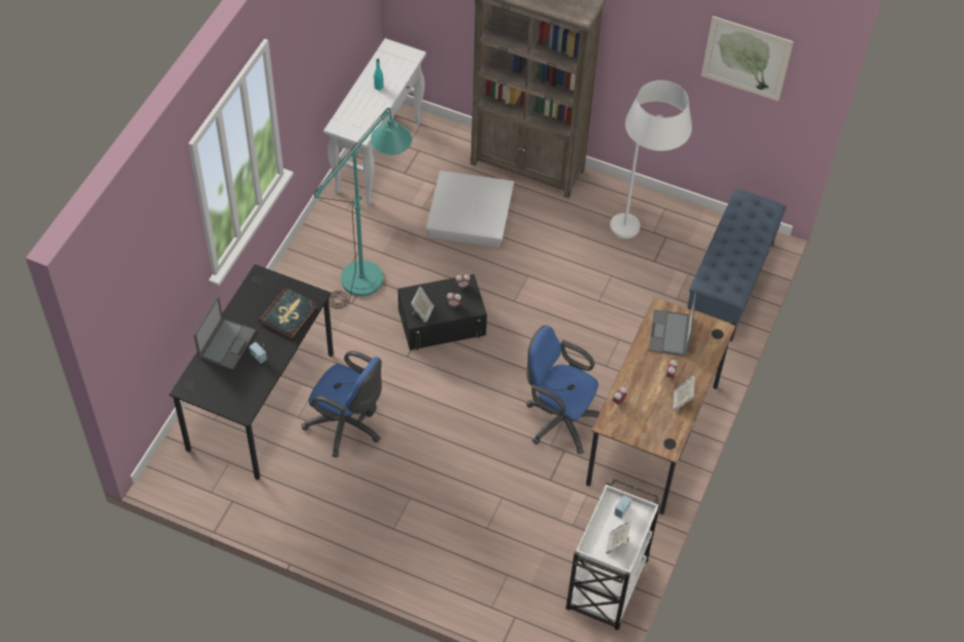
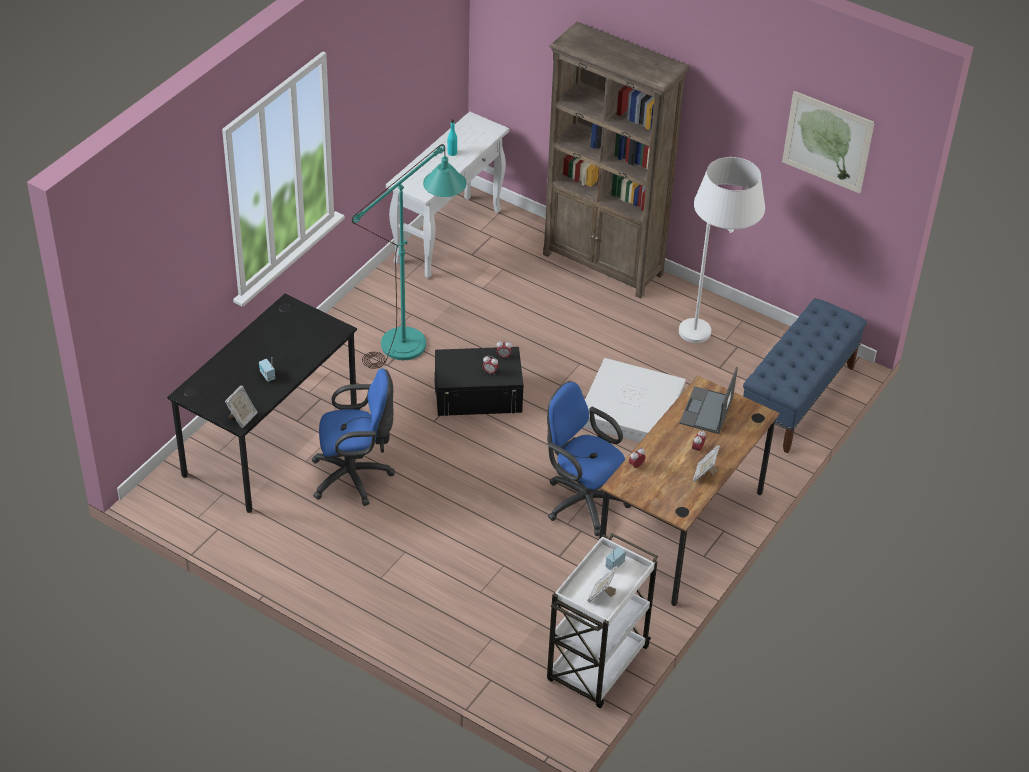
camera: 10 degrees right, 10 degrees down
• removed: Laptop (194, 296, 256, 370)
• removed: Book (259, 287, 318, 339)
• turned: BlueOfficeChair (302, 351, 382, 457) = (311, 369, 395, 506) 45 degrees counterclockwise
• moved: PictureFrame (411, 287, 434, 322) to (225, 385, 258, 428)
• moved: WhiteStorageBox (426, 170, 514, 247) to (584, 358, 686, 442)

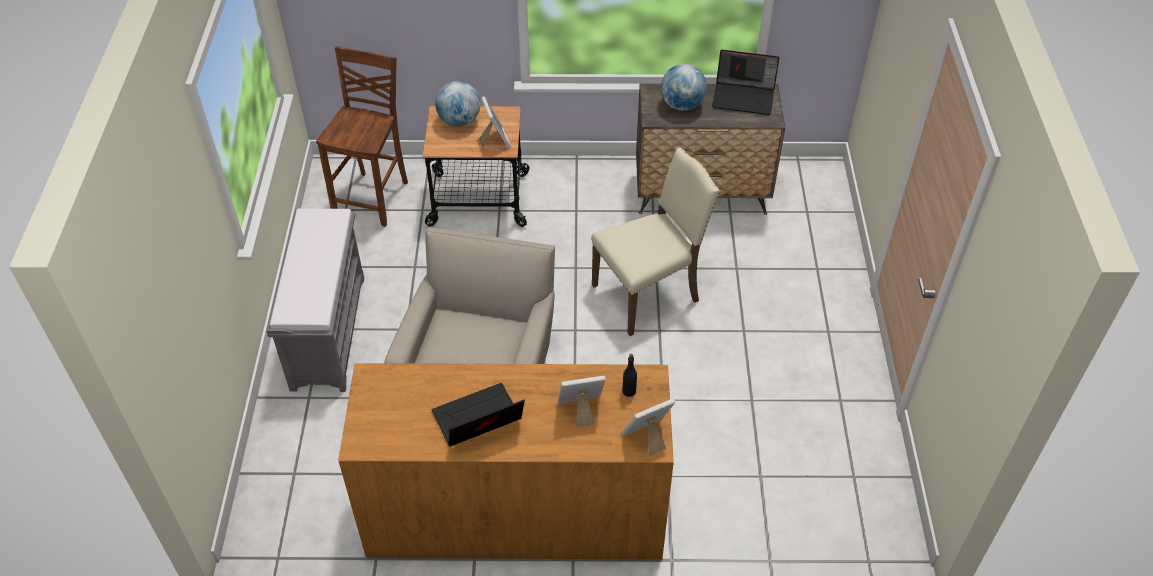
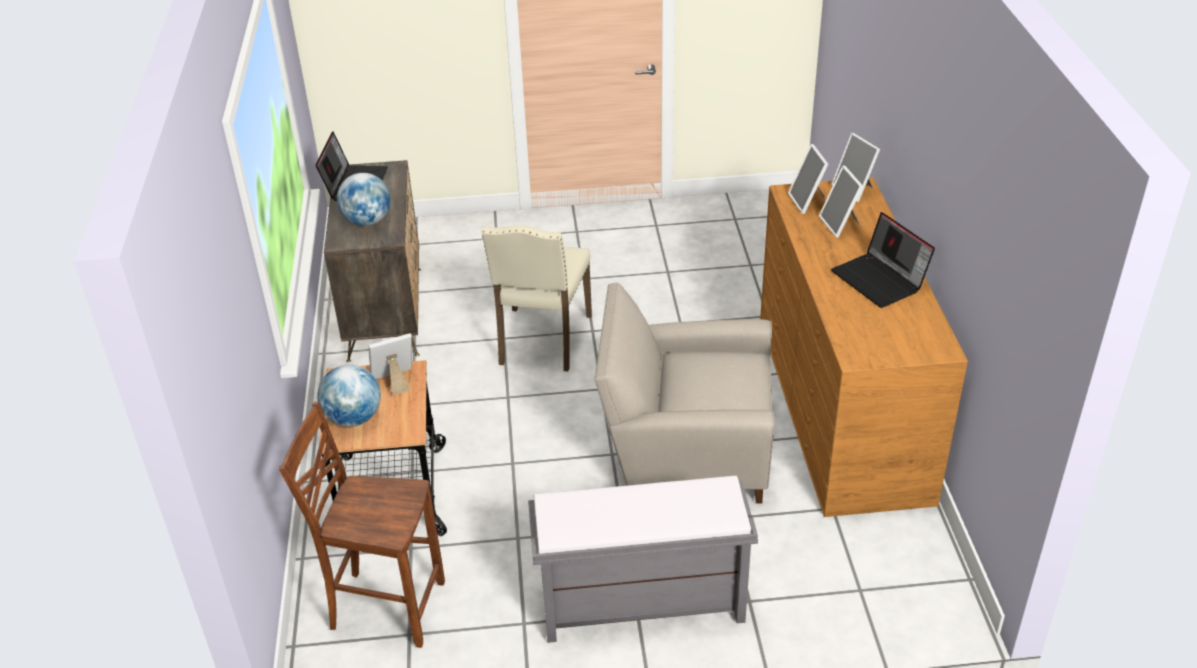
camera: 95 degrees left, 10 degrees down
• turned: BeigeChair (591, 148, 721, 336) = (481, 225, 592, 371) 135 degrees counterclockwise
• replaced: BlackBottle (622, 354, 637, 397) to PictureFrame (788, 144, 829, 214)

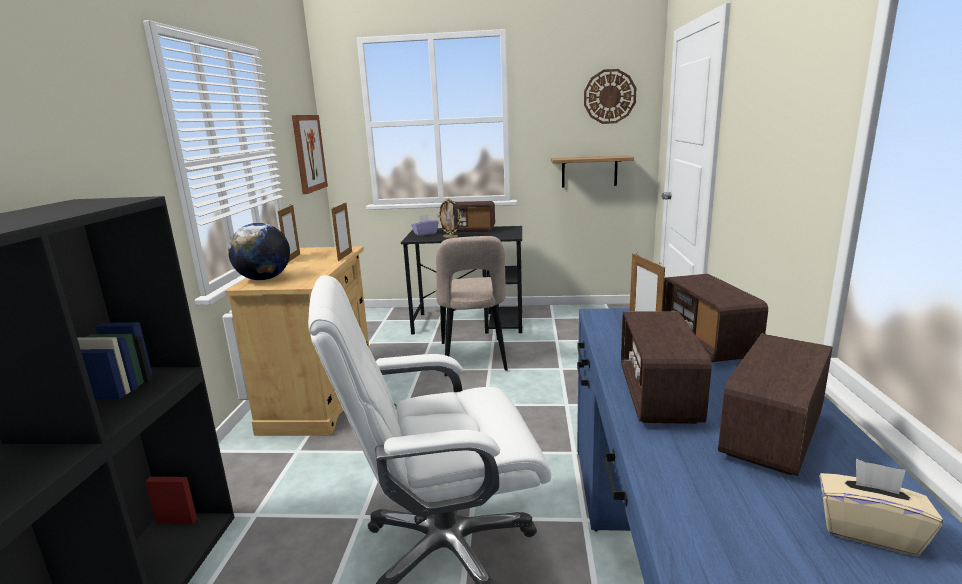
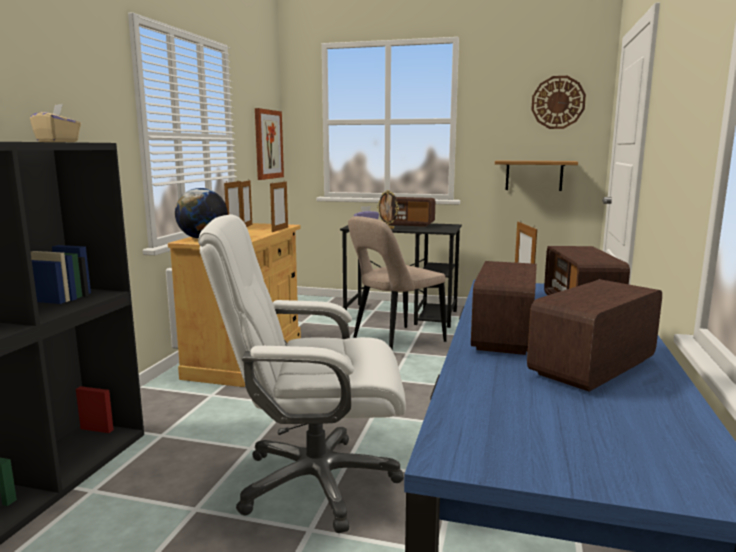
camera: 10 degrees right, 5 degrees down
• turned: BeigeChair (436, 236, 508, 376) = (348, 216, 447, 350) 45 degrees clockwise
• moved: BeigeTissueBox (819, 459, 943, 556) to (30, 104, 81, 142)
• added: PictureFrame (240, 180, 252, 227)

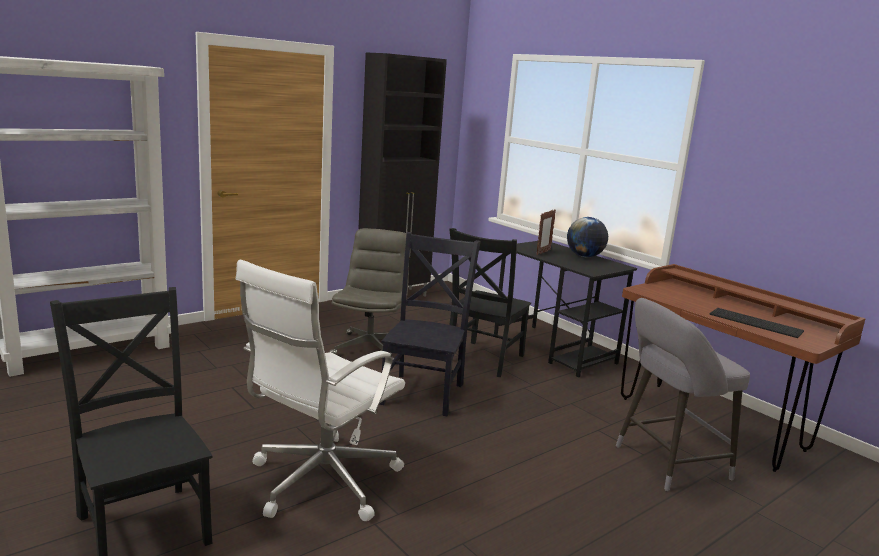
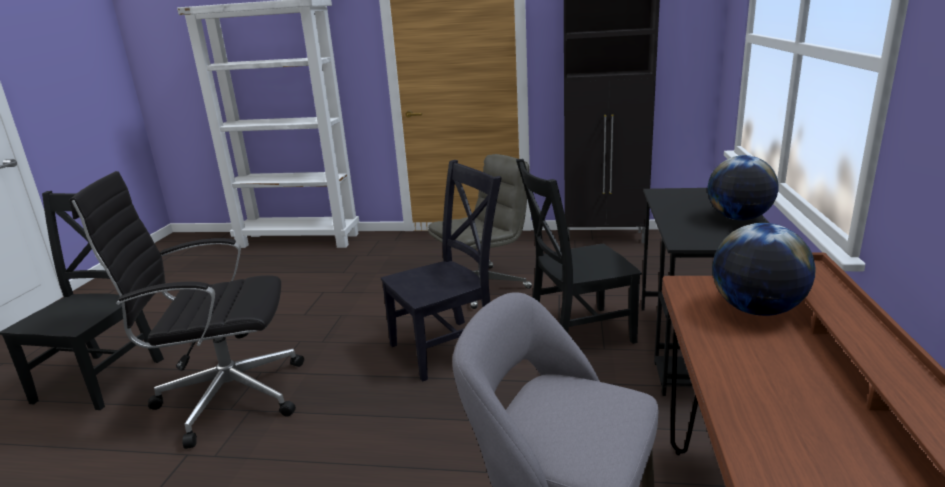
camera: 50 degrees right, 5 degrees up
• recoloured: WhiteOfficeChair (236, 260, 405, 521) to BlackOfficeChair (70, 171, 304, 449)
• removed: PictureFrame (536, 209, 556, 255)
• removed: Keyboard (710, 308, 804, 338)
• added: Globe (712, 223, 816, 316)

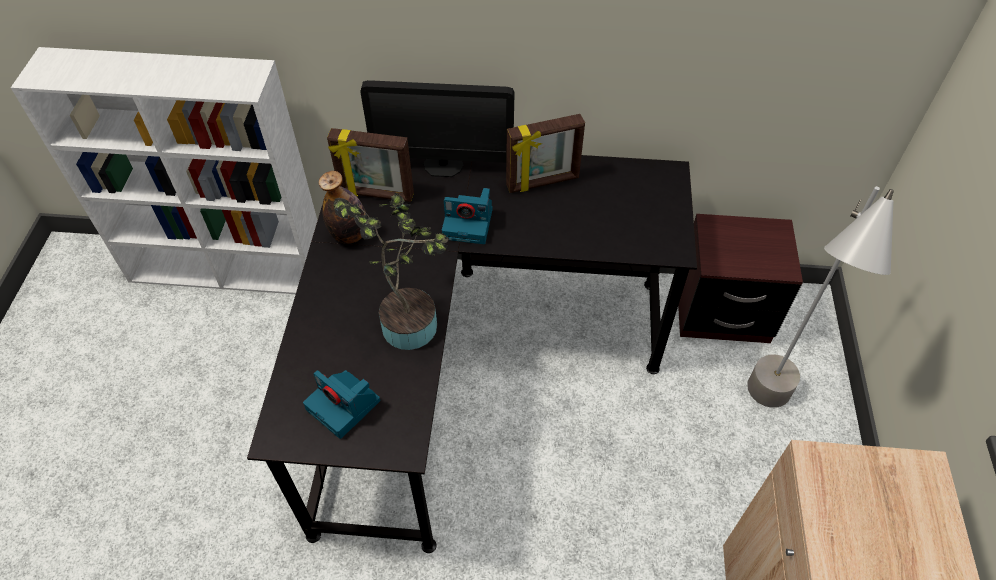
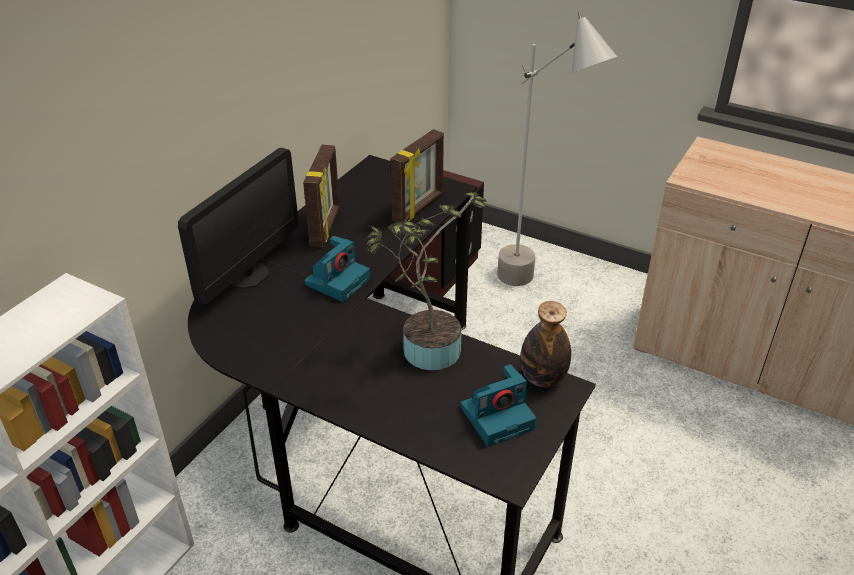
camera: 65 degrees left, 15 degrees down
• moved: Bottle (319, 171, 366, 244) to (521, 301, 571, 387)
• moved: PictureFrame (327, 128, 414, 202) to (390, 129, 444, 223)

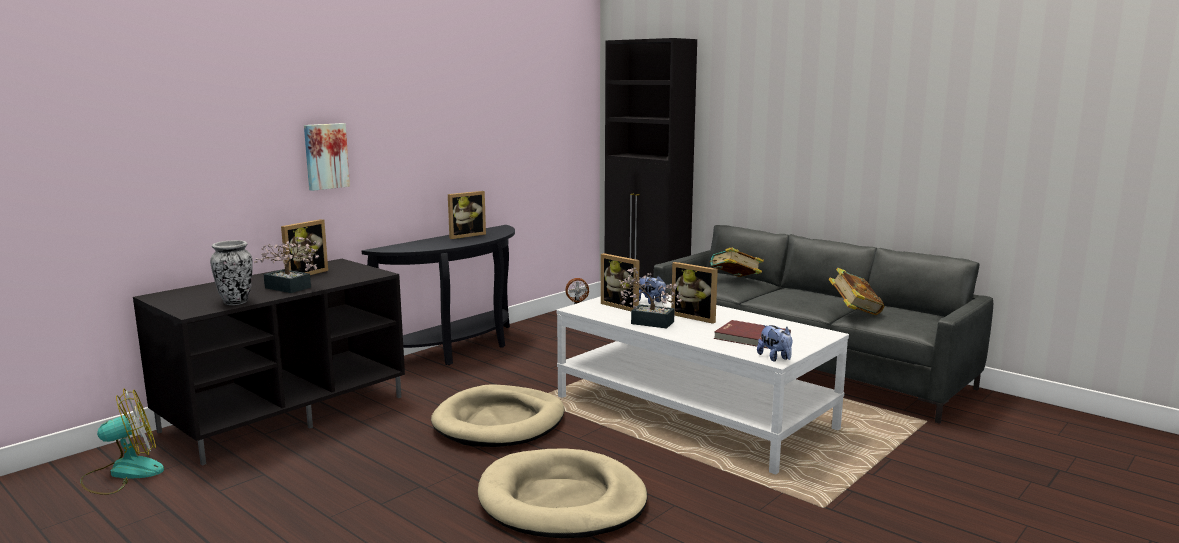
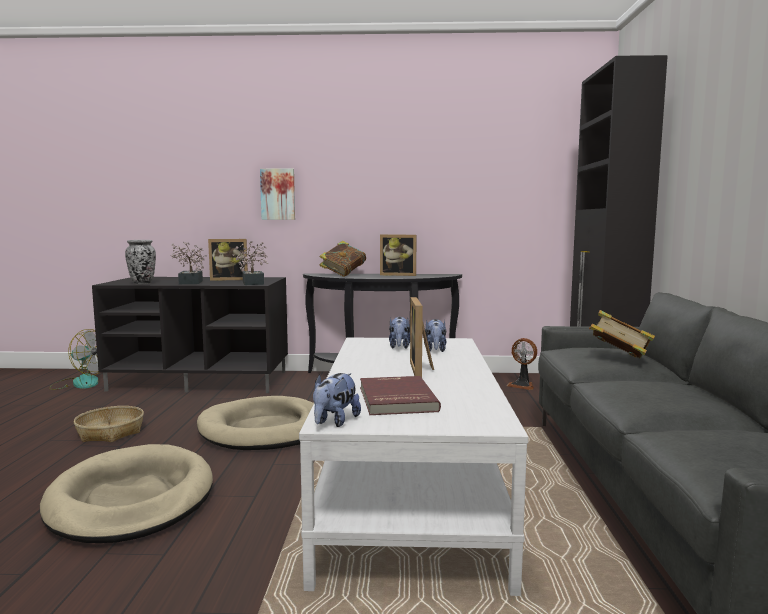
camera: 50 degrees right, 5 degrees down
• replaced: PictureFrame (601, 253, 639, 311) to PlushToy (389, 317, 410, 349)
• moved: PottedPlant (619, 267, 683, 328) to (233, 241, 268, 285)
• moved: Book (828, 268, 885, 315) to (319, 241, 366, 277)
• added: Basket (74, 406, 144, 442)

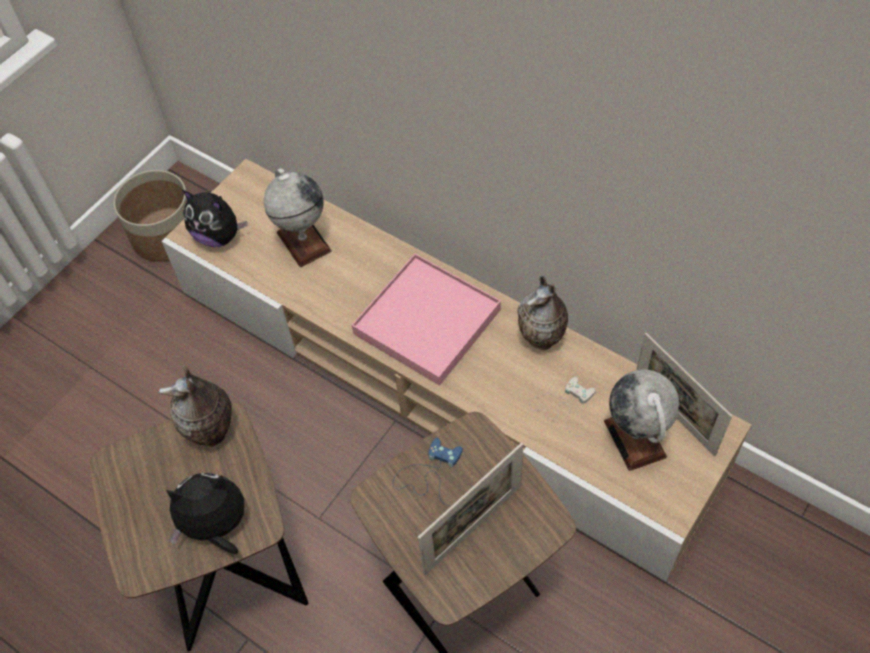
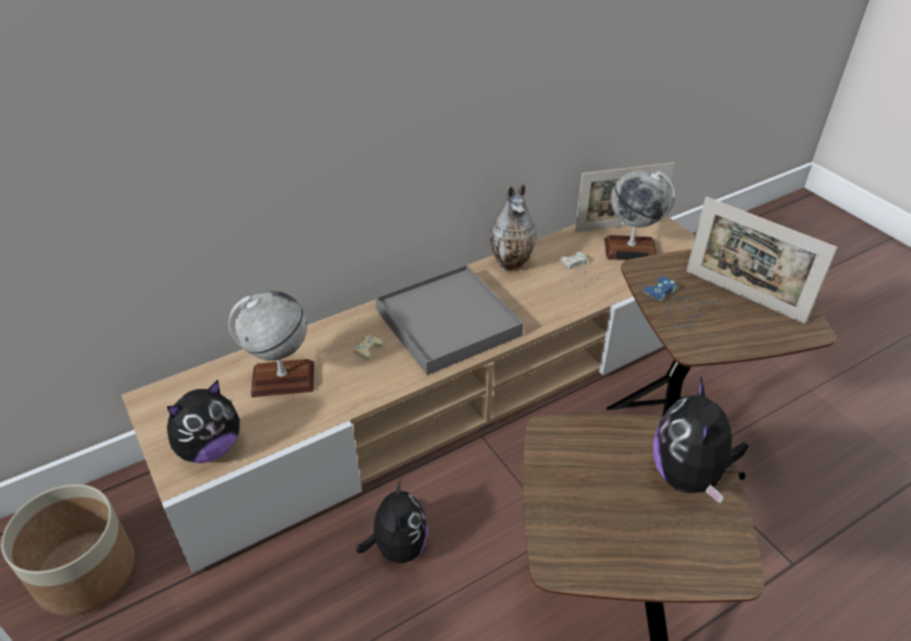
camera: 70 degrees left, 15 degrees down
• removed: Vase (159, 366, 232, 446)
• recoloured: PinkTray (352, 254, 501, 386) to GreyTray (375, 265, 523, 375)
• turned: PictureFrame (418, 443, 523, 575) = (686, 197, 838, 324) 150 degrees clockwise
• added: BeigeGameController (316, 315, 383, 359)
• added: PlushToy (356, 479, 428, 563)

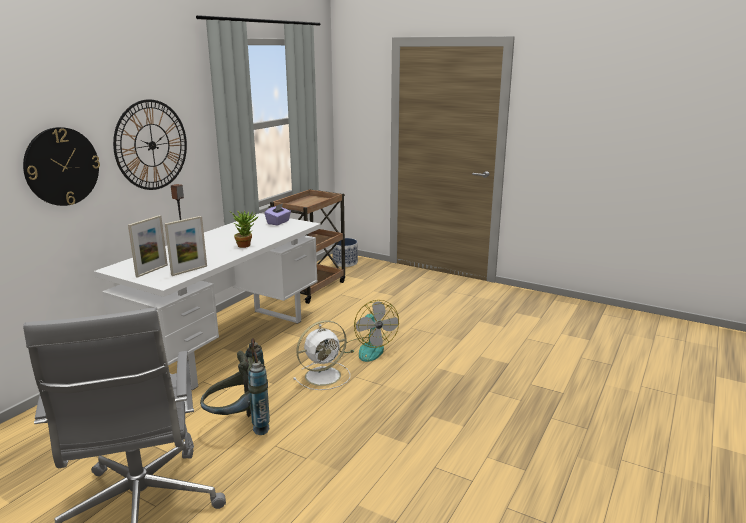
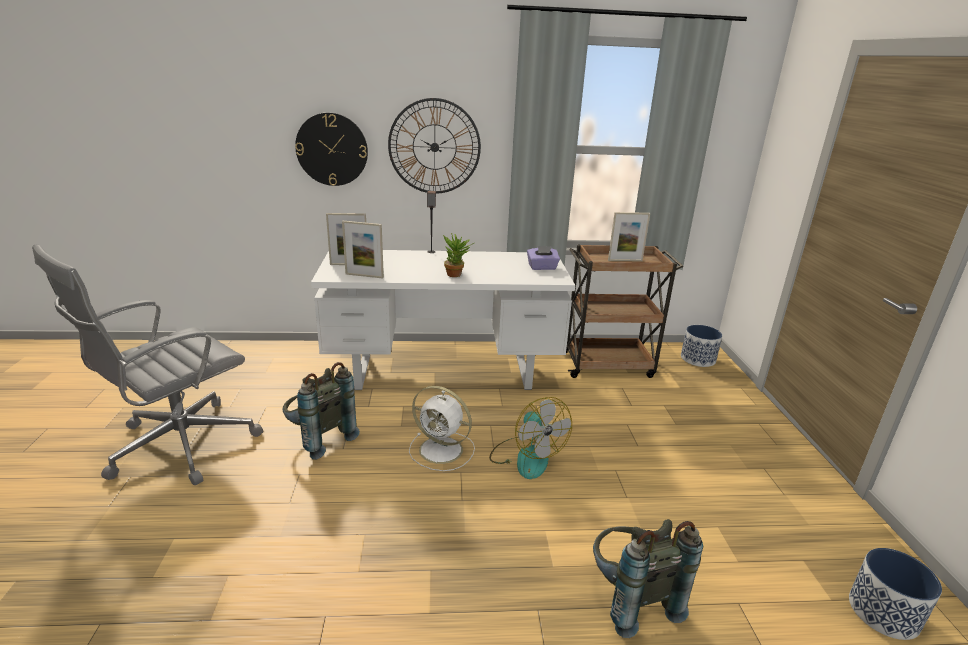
camera: 55 degrees right, 5 degrees up
• turned: Fan (339, 300, 399, 362) = (489, 397, 572, 479) 60 degrees counterclockwise
• added: GreyBackpack (593, 519, 703, 638)
• added: PictureFrame (608, 212, 650, 261)
• added: Planter (849, 548, 942, 640)

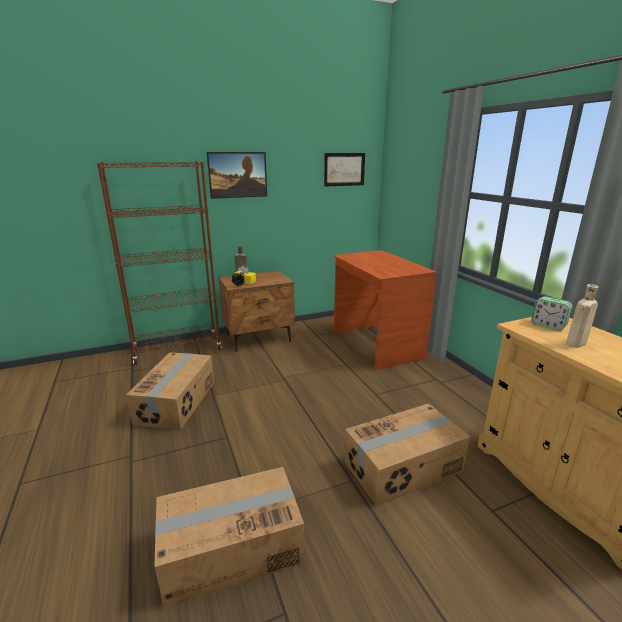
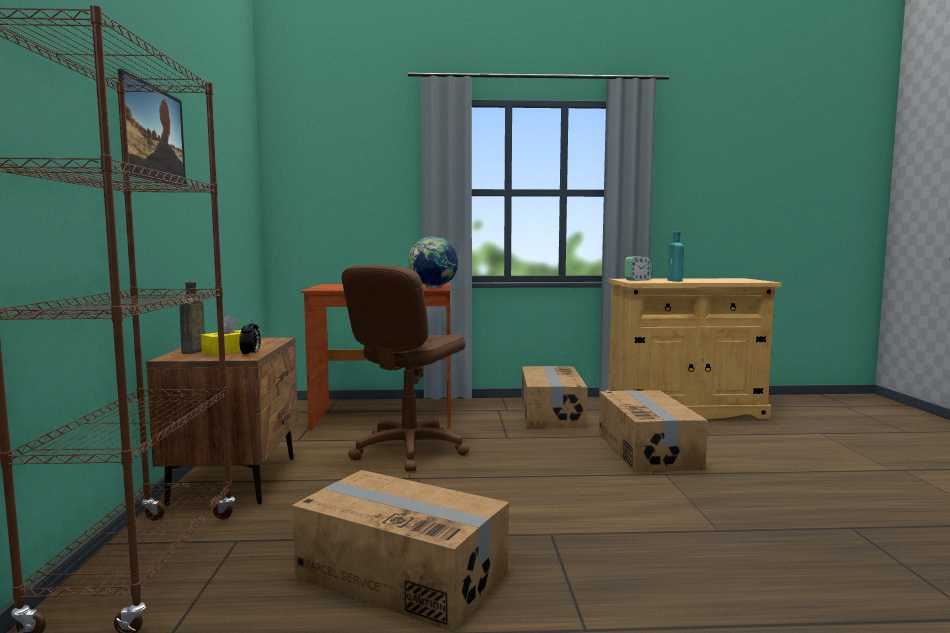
camera: 70 degrees left, 15 degrees down
• moved: CardboardBox (154, 467, 304, 608) to (522, 366, 588, 428)
• removed: Picture (324, 153, 365, 186)
• recoloured: BeigeBottle (566, 284, 599, 348) to TurquoiseBottle (668, 232, 684, 281)
• added: BrownOfficeChair (341, 265, 469, 472)
• added: Globe (408, 236, 458, 288)

